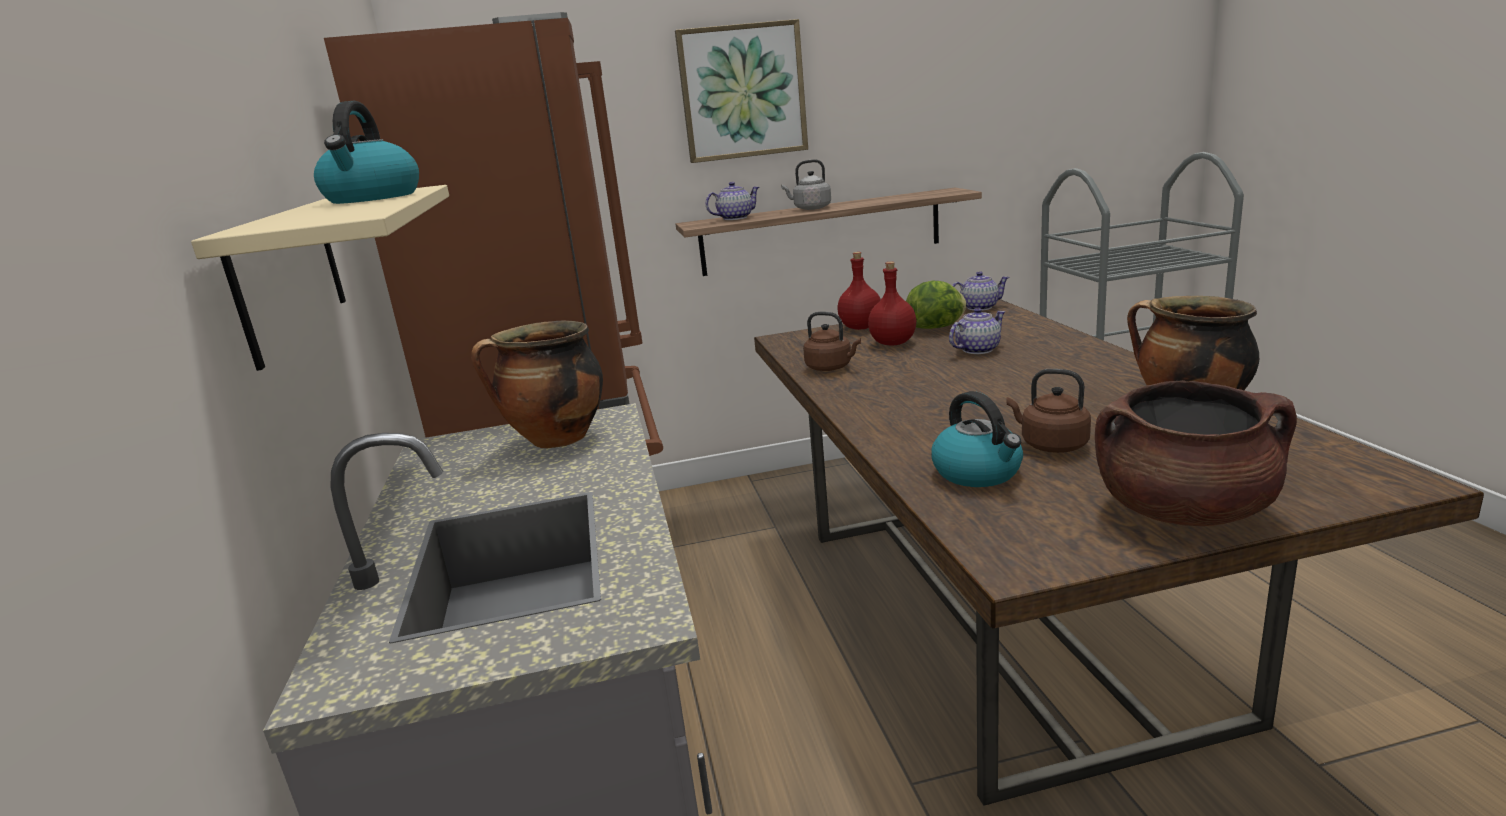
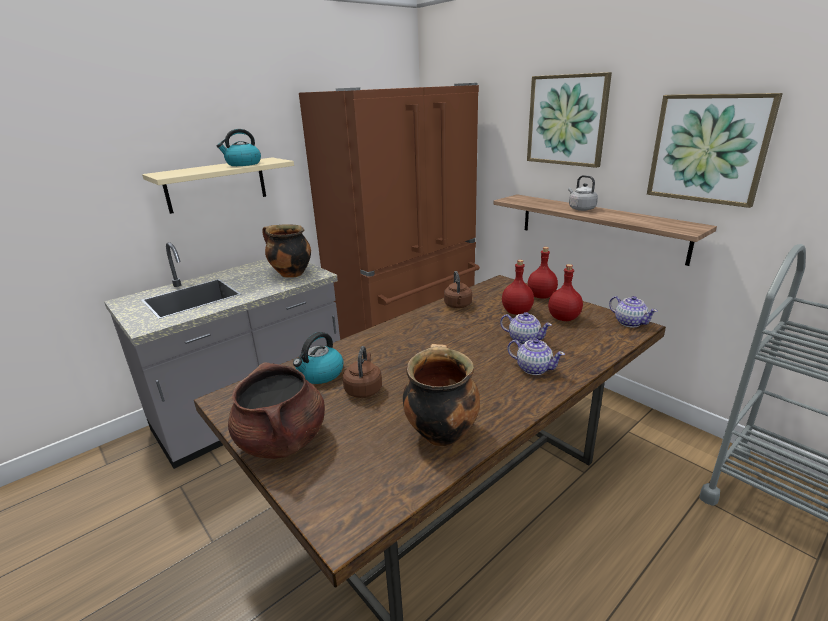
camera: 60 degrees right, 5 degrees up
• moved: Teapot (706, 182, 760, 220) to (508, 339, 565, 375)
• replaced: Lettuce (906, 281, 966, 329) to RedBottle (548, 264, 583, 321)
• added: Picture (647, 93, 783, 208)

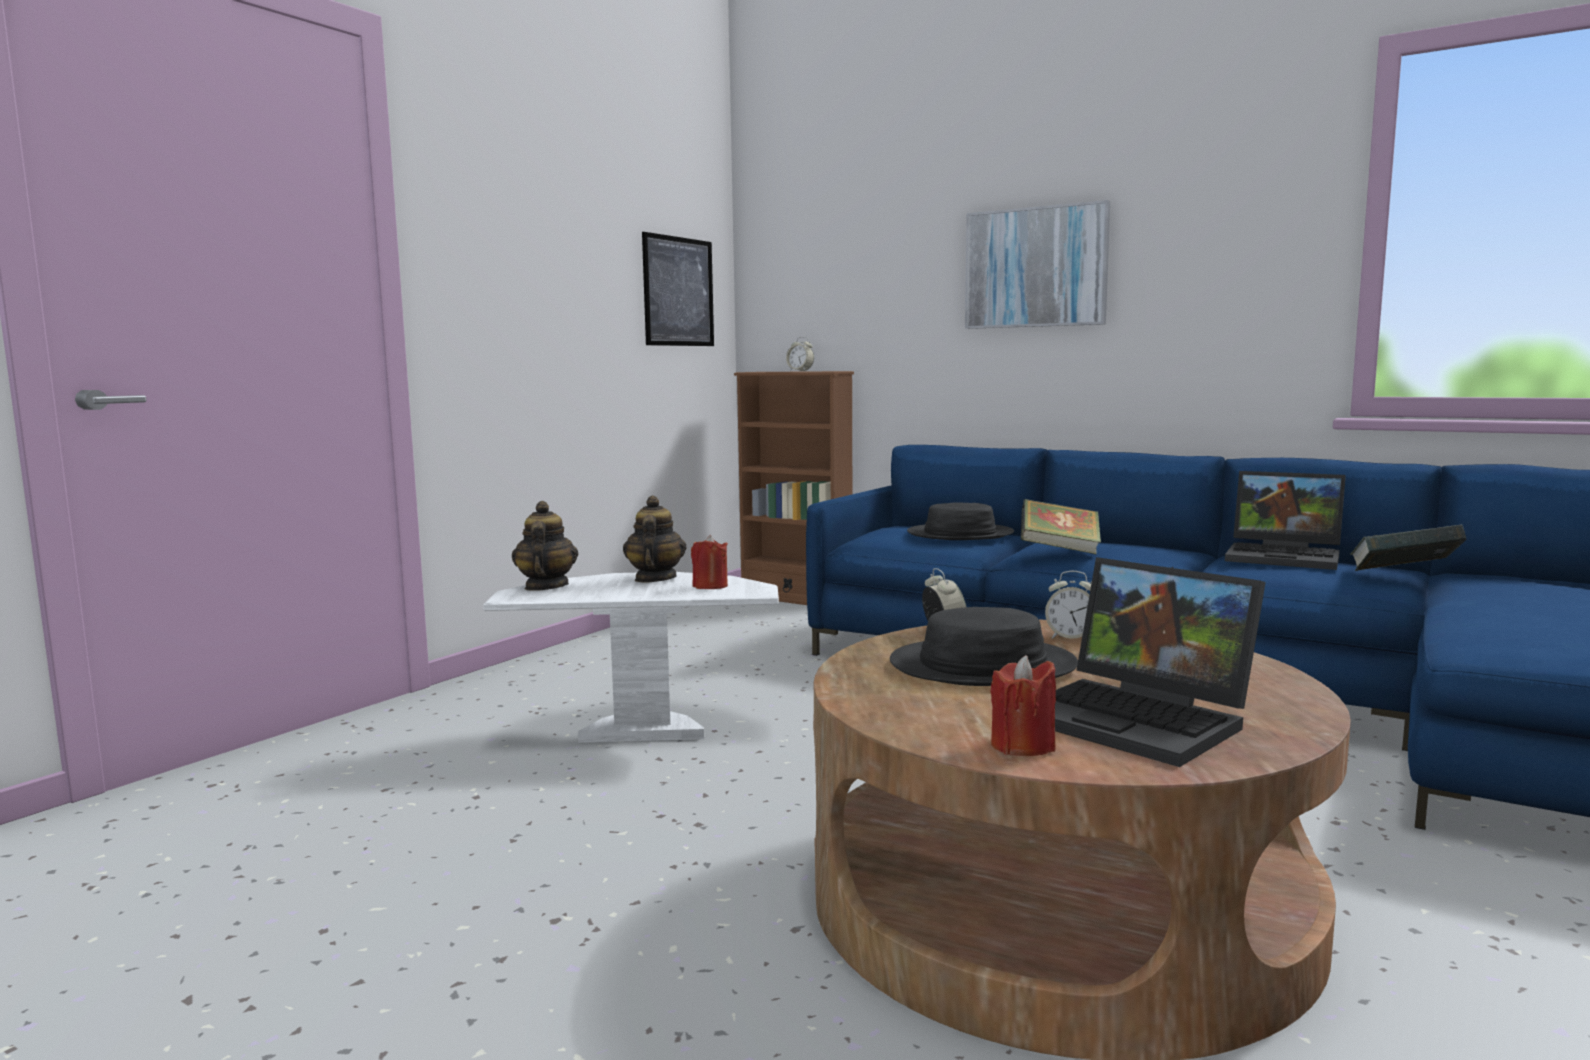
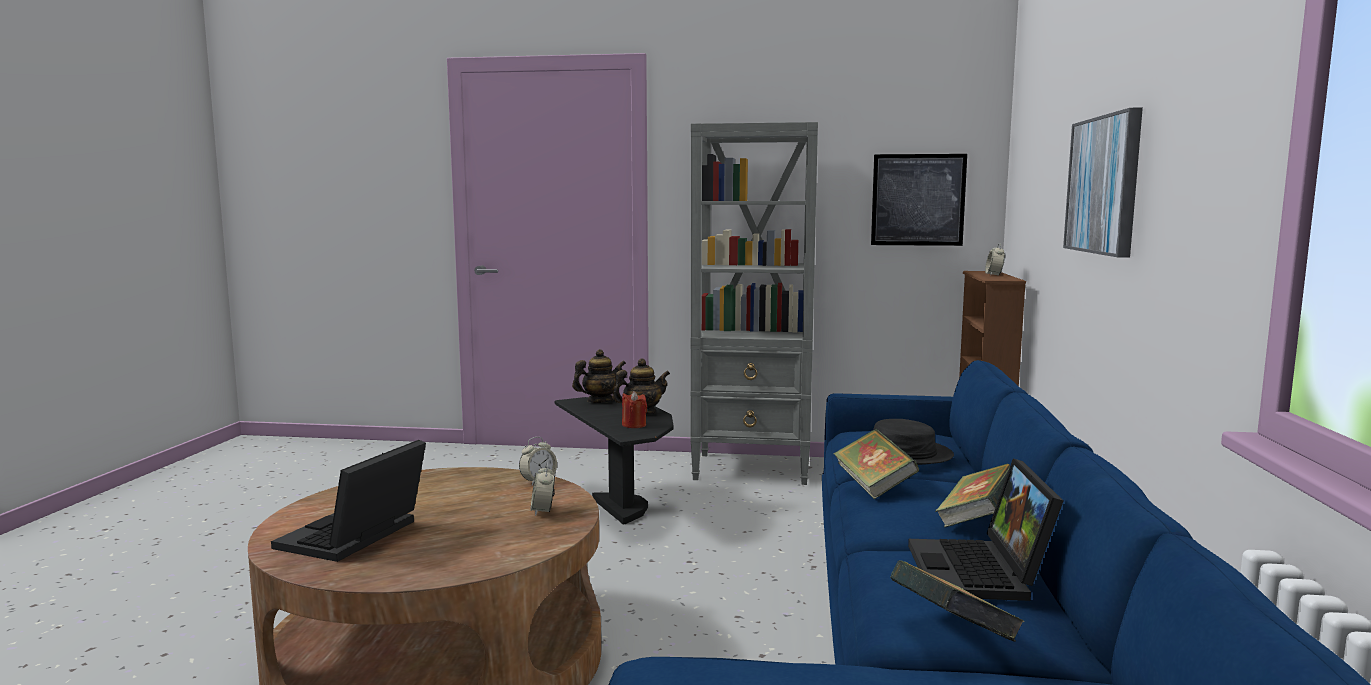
camera: 65 degrees right, 0 degrees up
• recoloured: WhiteSideTable (483, 572, 779, 743) to BlackSideTable (555, 397, 674, 525)
• removed: BlackHat (890, 607, 1078, 686)
• removed: RedCandle (990, 655, 1056, 756)
• added: GreyBookcase (690, 122, 818, 485)
• added: Book (935, 464, 1010, 528)

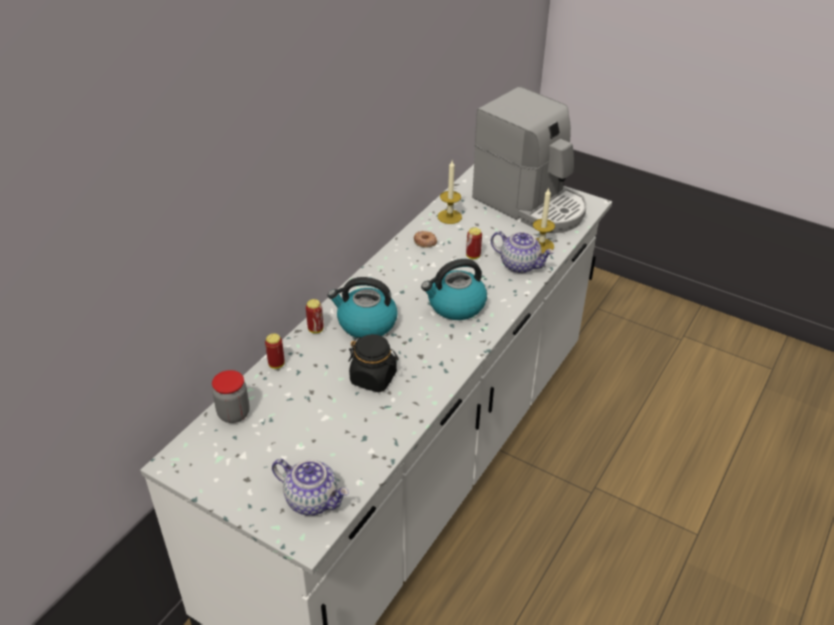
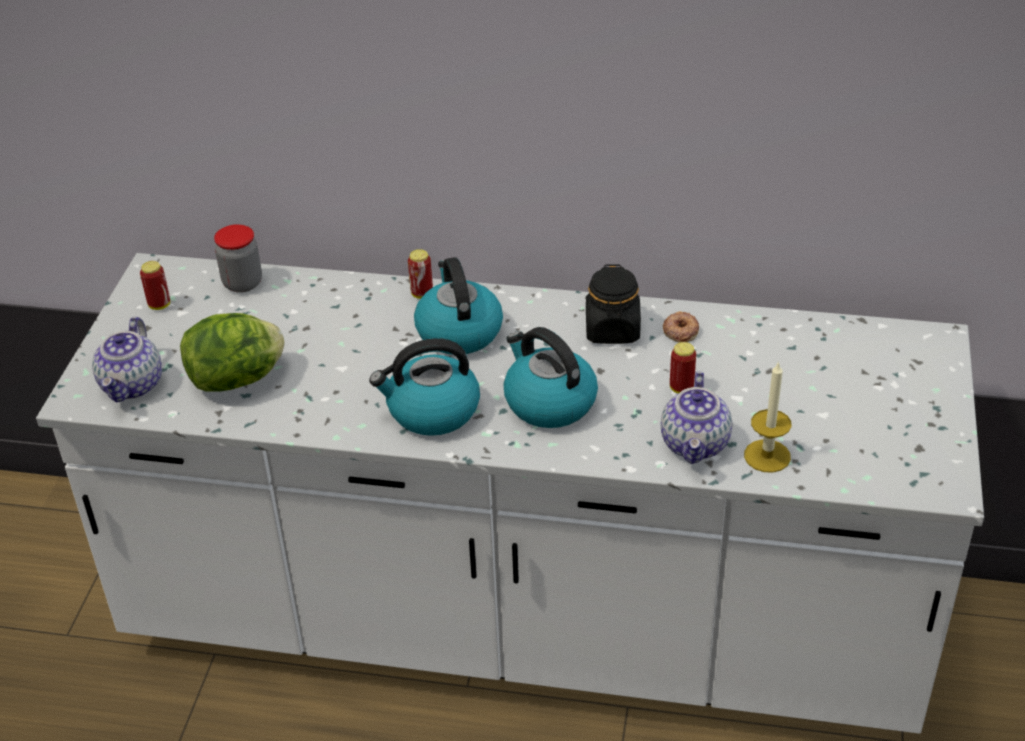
camera: 70 degrees right, 0 degrees up
• moved: Can (265, 333, 285, 369) to (140, 261, 170, 310)
• moved: BlackJar (348, 334, 399, 392) to (586, 265, 641, 344)
• removed: Candle (438, 160, 462, 224)
• removed: CoffeeMachine (472, 87, 586, 233)
• added: Lettuce (180, 313, 285, 392)
• added: Kettle (369, 338, 480, 436)

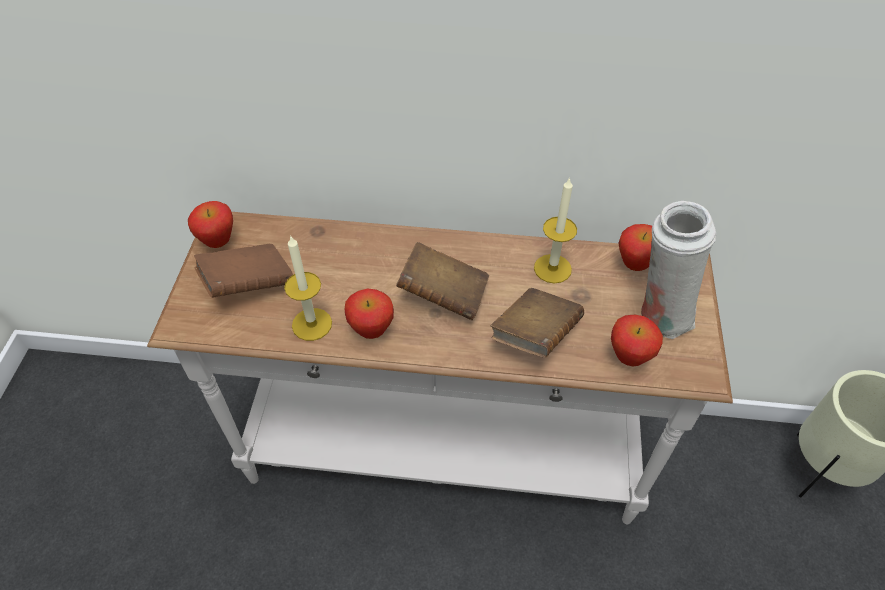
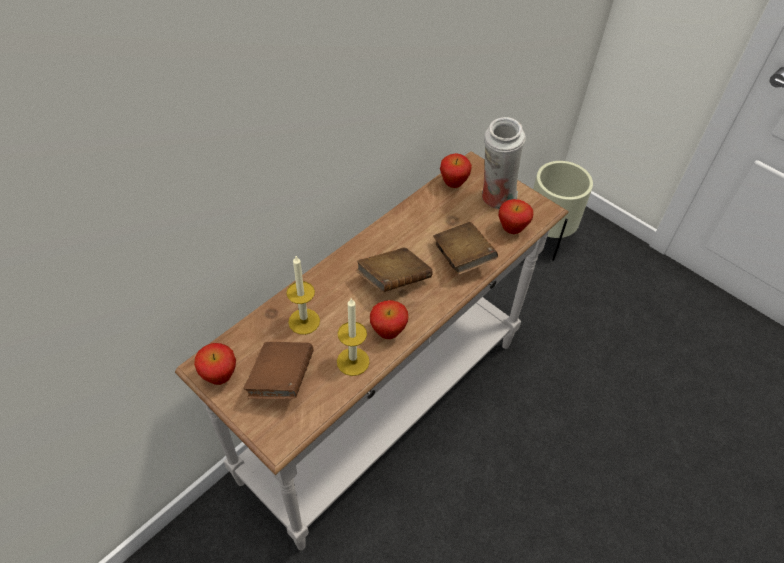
camera: 55 degrees left, 0 degrees up
• moved: Candle (534, 177, 577, 284) to (286, 256, 320, 335)

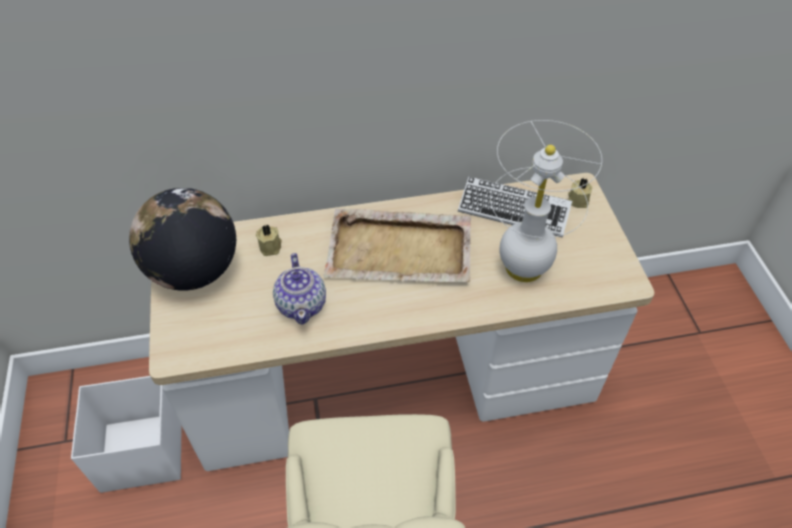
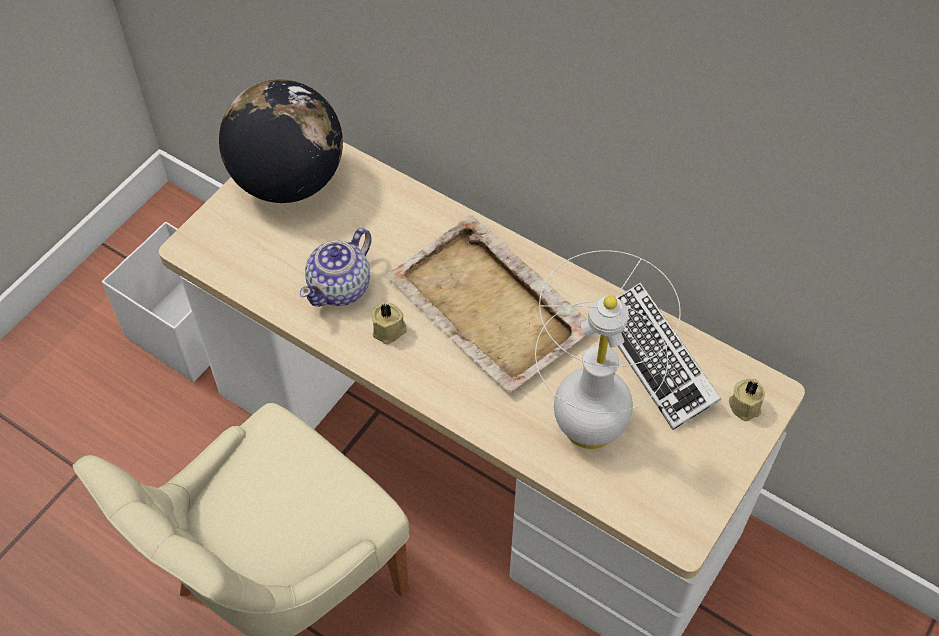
camera: 45 degrees right, 5 degrees up
• moved: BeigeCandle (256, 224, 282, 256) to (372, 303, 407, 345)

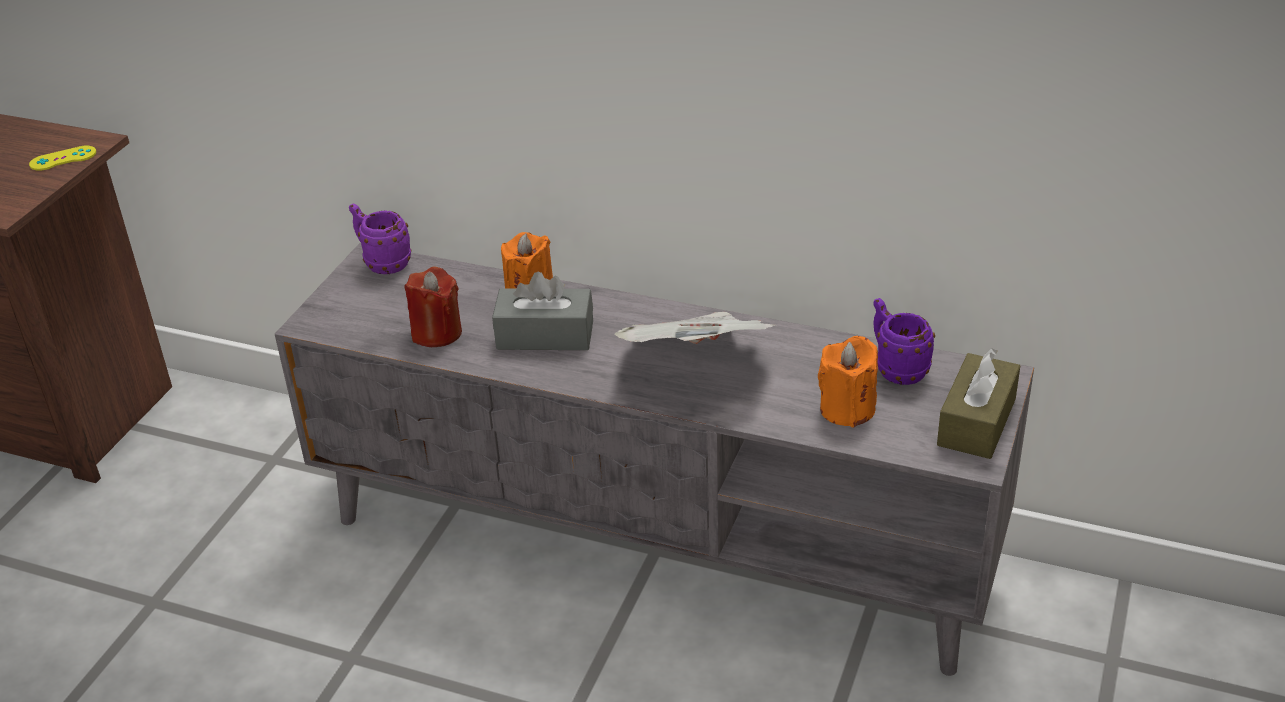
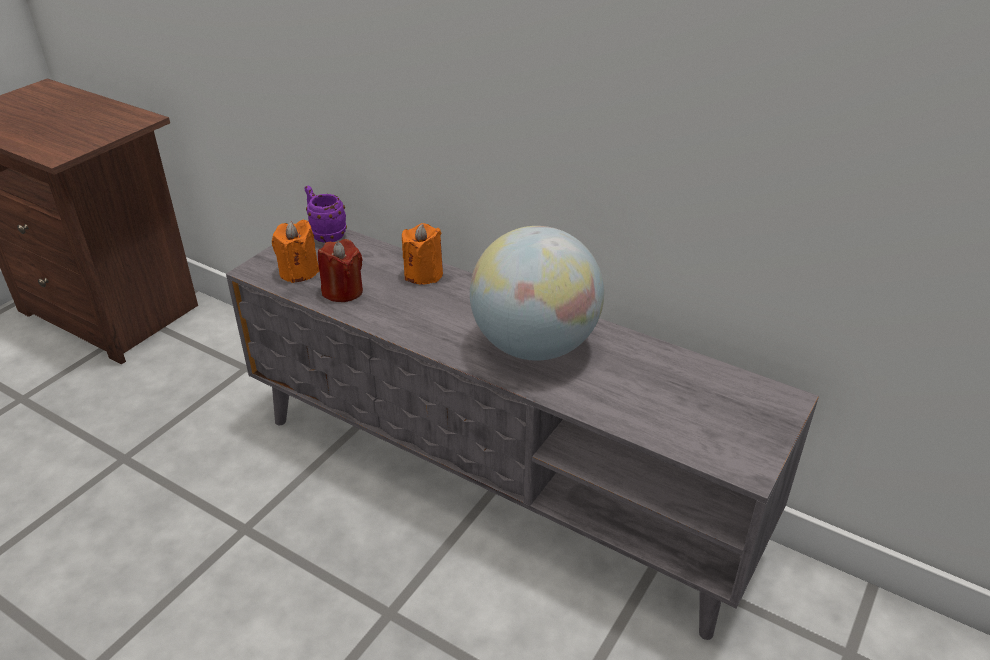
camera: 10 degrees right, 0 degrees up
• removed: YellowGameController (29, 146, 96, 171)
• removed: GreyTissueBox (492, 271, 593, 350)
• replaced: Newspaper (615, 312, 775, 344) to Globe (470, 226, 604, 361)
• moved: OrangeCandle (818, 336, 878, 428) to (272, 220, 320, 283)
• removed: PurpleMug (873, 298, 935, 385)
• removed: BrownTissueBox (937, 348, 1020, 459)

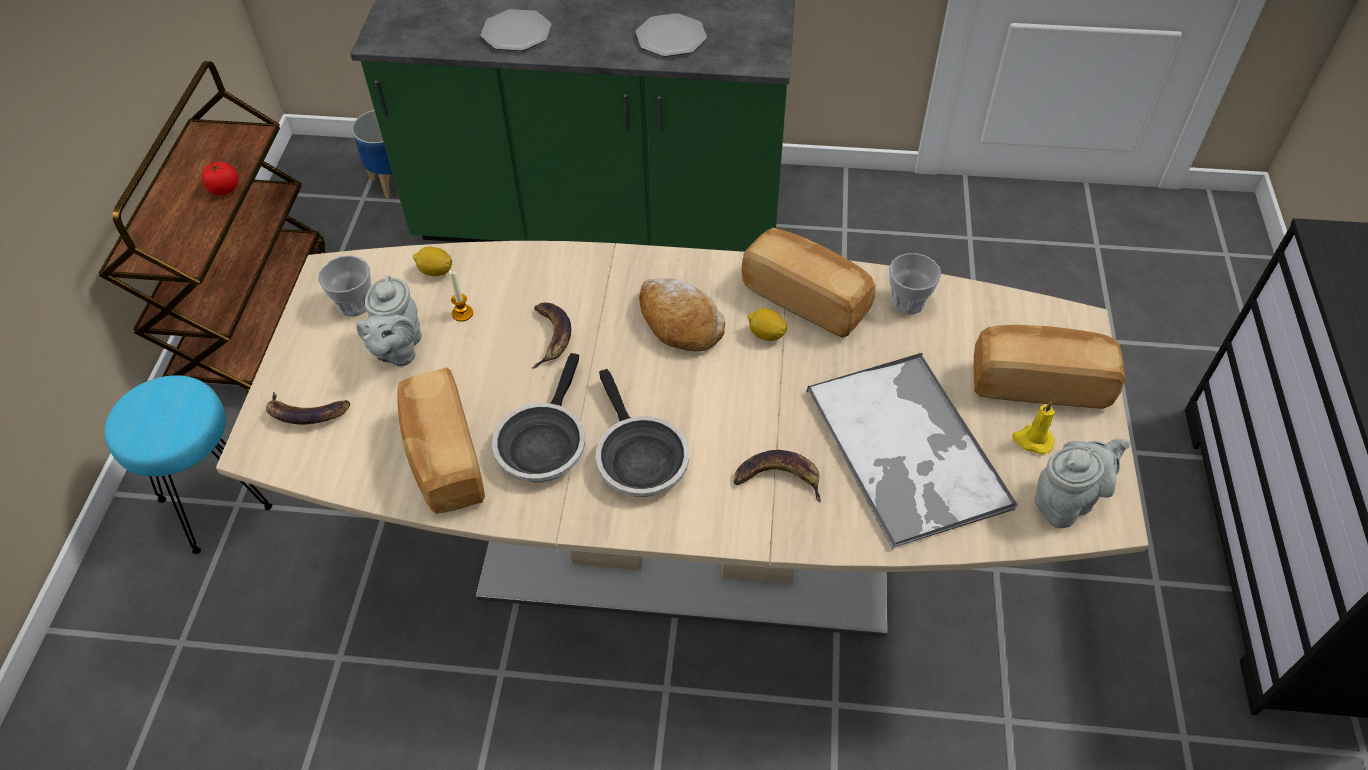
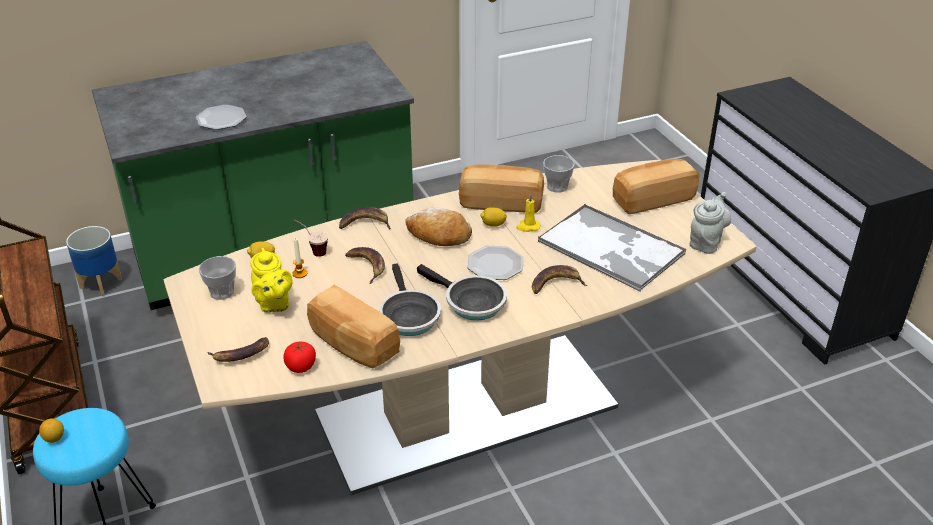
camera: 30 degrees left, 15 degrees down
• moved: Tomato (202, 162, 239, 195) to (284, 342, 316, 373)
• recoloured: GreyTeapot (356, 275, 422, 367) to YellowTeapot (250, 248, 292, 313)
• moved: Plate (636, 13, 707, 57) to (467, 246, 523, 280)
• moved: YellowCandle (1012, 401, 1055, 455) to (516, 194, 540, 232)
• added: Lemon (39, 418, 64, 443)
• added: Cup (294, 220, 328, 257)
• added: Banana (339, 207, 391, 229)

